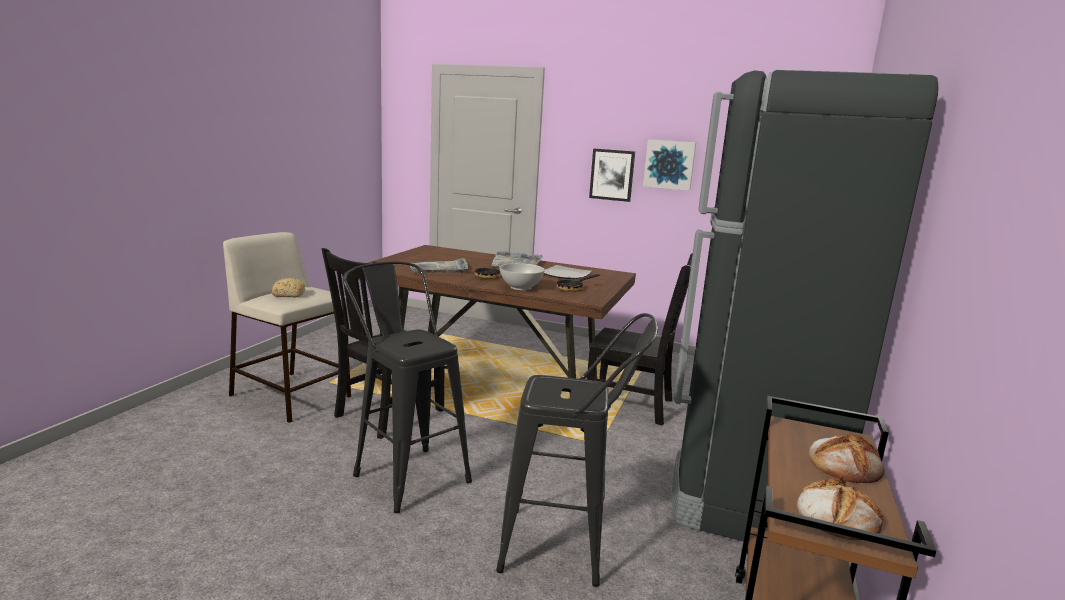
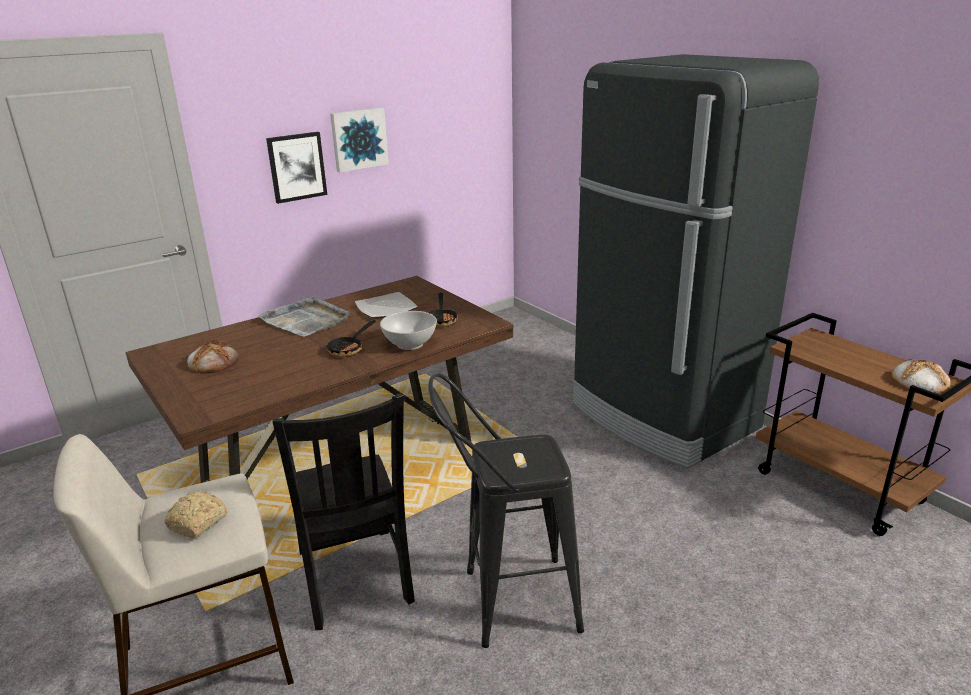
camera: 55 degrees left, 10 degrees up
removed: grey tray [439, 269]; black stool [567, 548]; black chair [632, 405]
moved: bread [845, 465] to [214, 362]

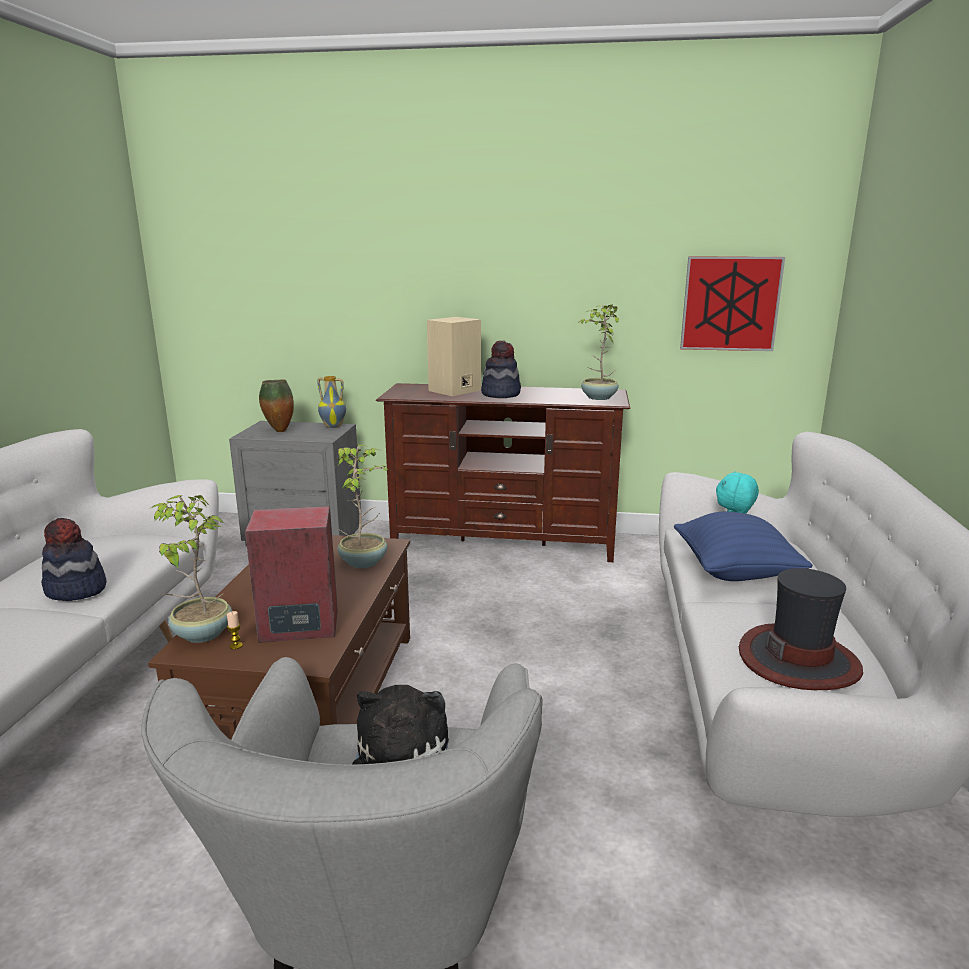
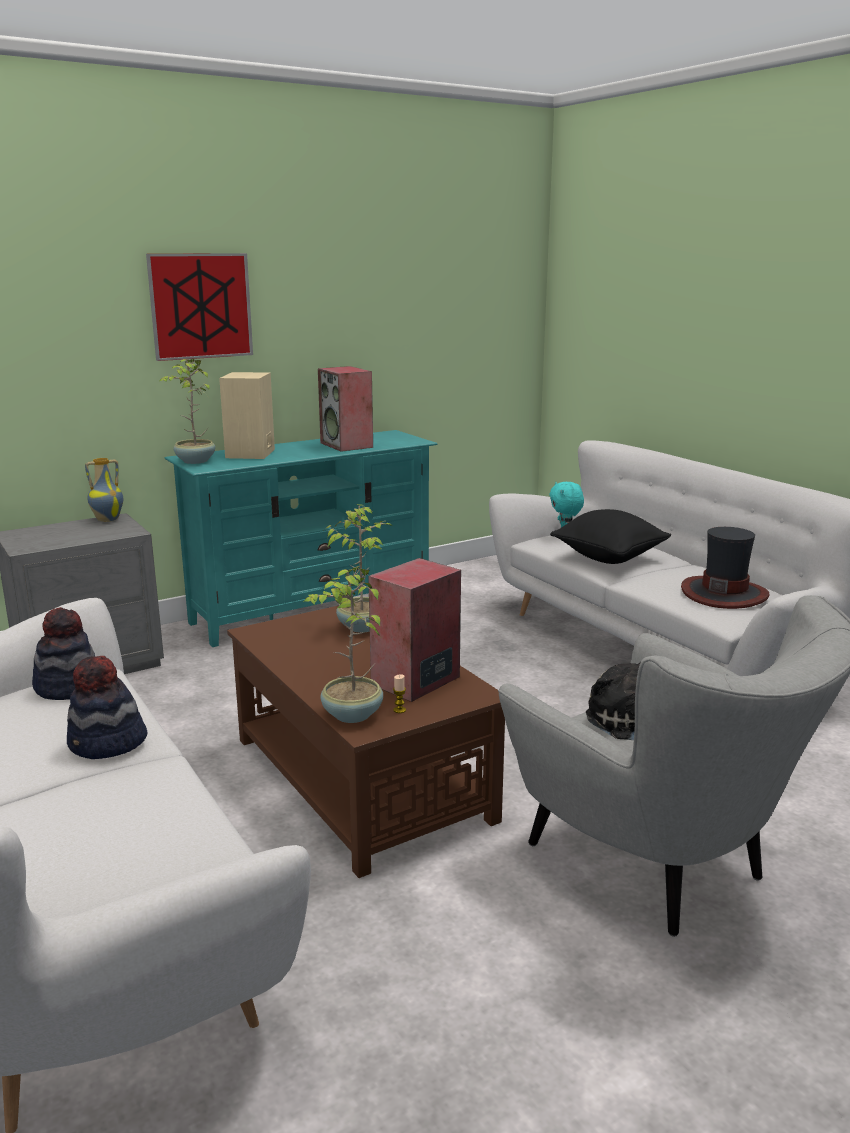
camera: 40 degrees left, 0 degrees up
removed: vase [279, 431]
added: speaker [347, 445]
moved: hat [501, 394] to [68, 687]; potted plant [598, 398] to [194, 461]; picture [730, 304] to [201, 306]
recoloured: brown tv stand [504, 542] to turquoise tv stand [312, 609]; blue pillow [735, 572] to black pillow [609, 558]

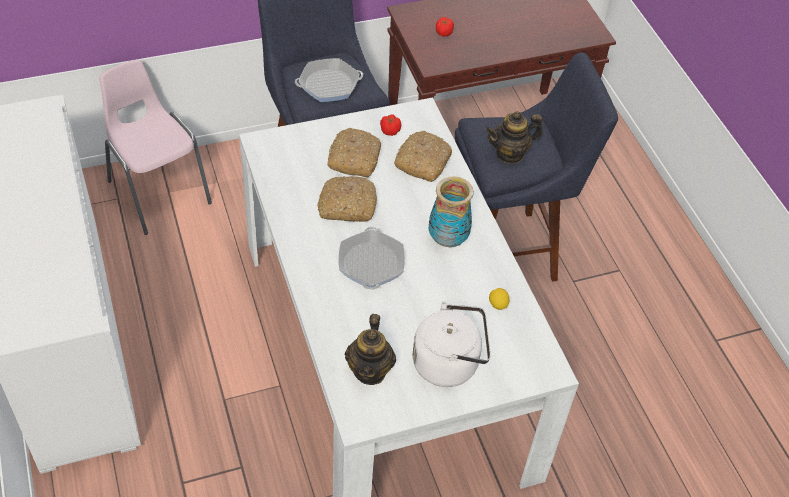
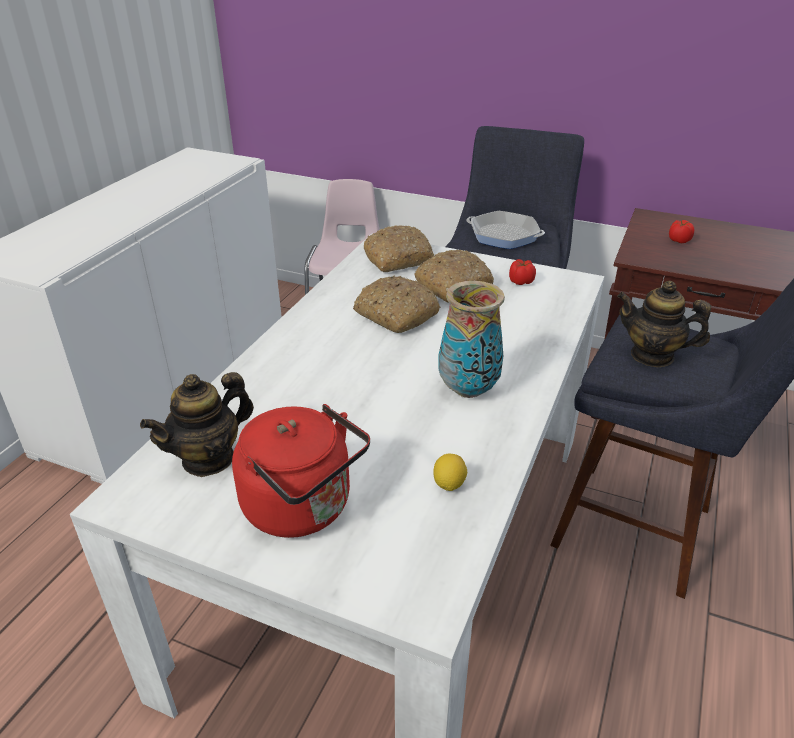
camera: 45 degrees right, 15 degrees down
removed: frying pan [371, 264]
moved: bread [422, 161] to [399, 259]
recoloured: white kettle [449, 363] to red kettle [303, 508]

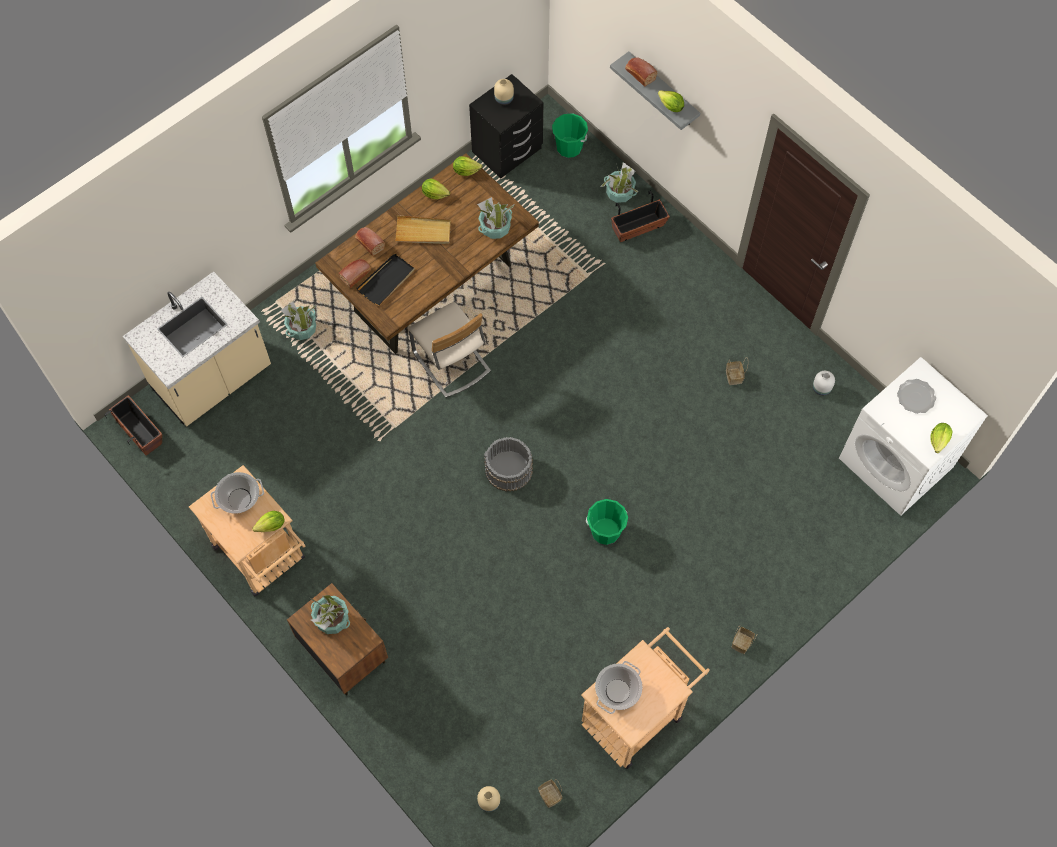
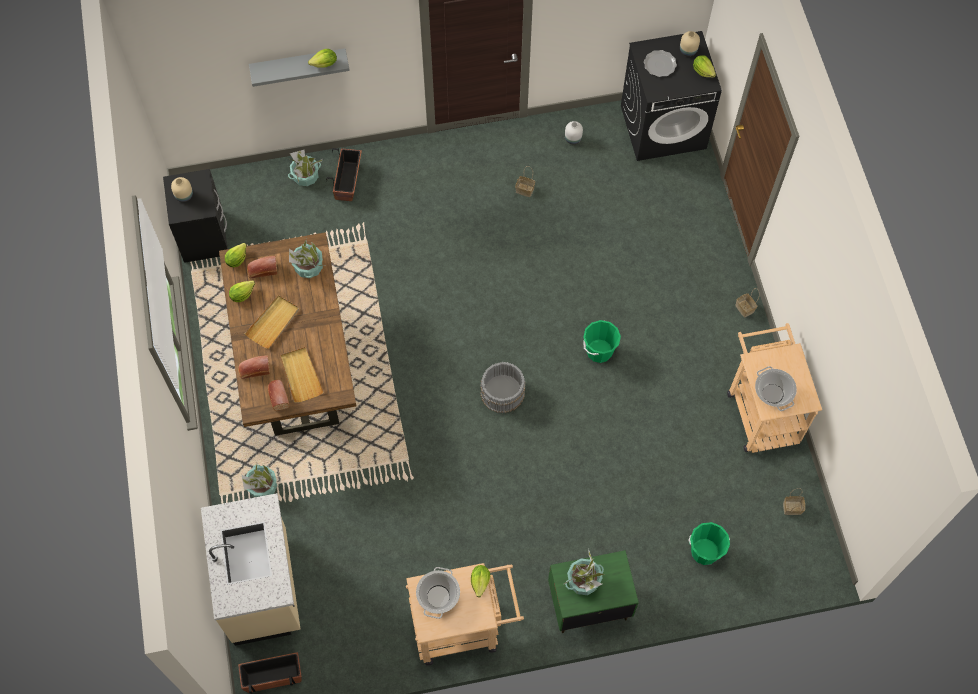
camera: 60 degrees left, 0 degrees up
removed: beige chair [451, 362]
moved: beige vase [488, 802] to [688, 51]; green bucket [569, 147] to [704, 551]; bread [639, 74] to [262, 271]
recoloured: brown nightstand [344, 652] to green nightstand [588, 603]; black tray [386, 280] to beige tray [301, 375]; white washing machine [896, 463] to black washing machine [663, 126]

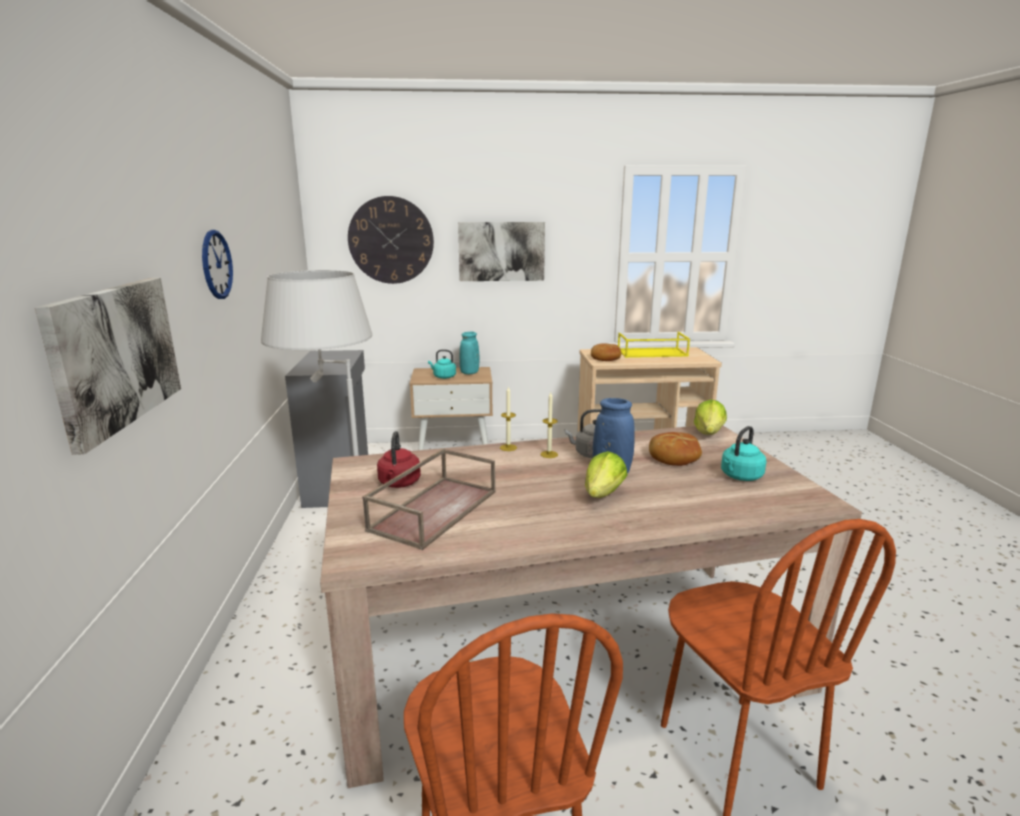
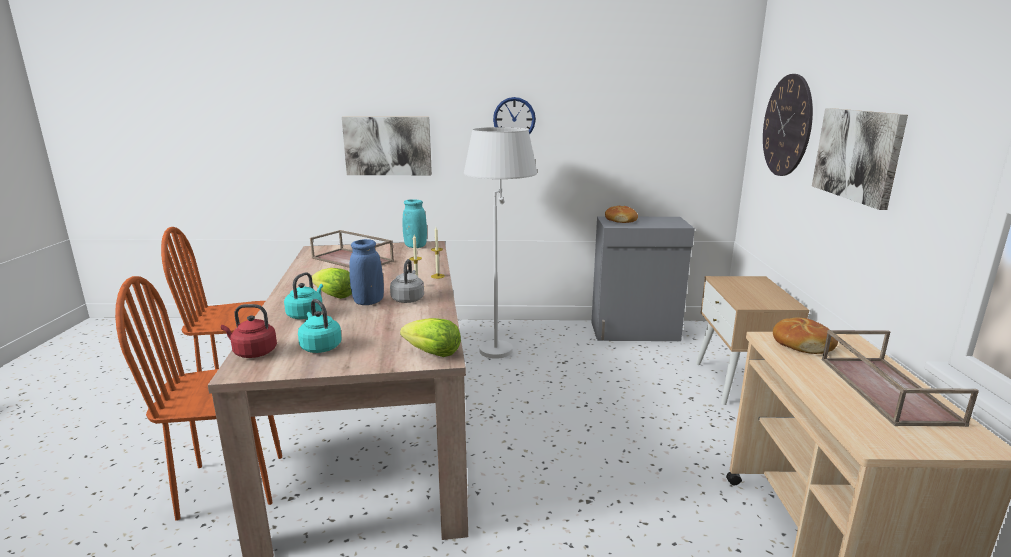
camera: 95 degrees right, 0 degrees up
moved: red kettle [399, 483] to [253, 352]; turquoise kettle [443, 377] to [306, 314]; turquoise vase [469, 373] to [415, 246]; bread [673, 457] to [620, 220]
recoloured: yellow tray [651, 353] to brown tray [884, 389]

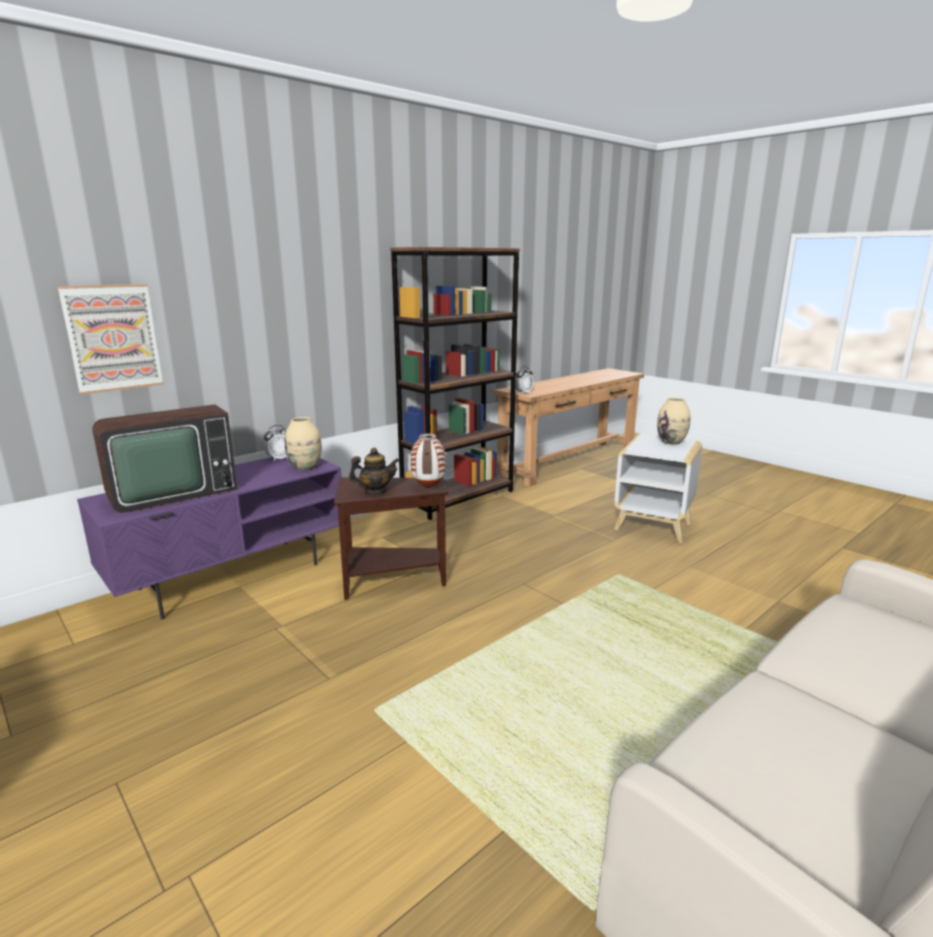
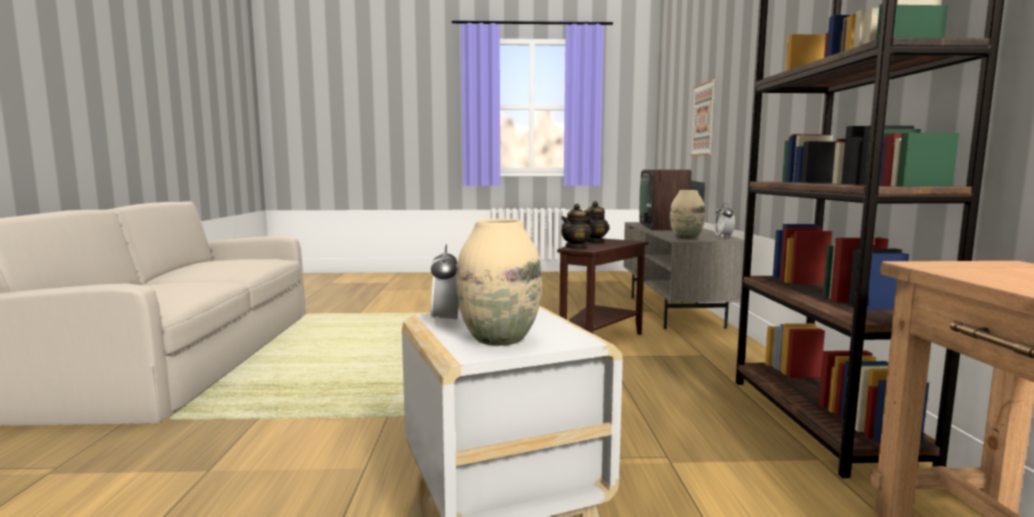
camera: 130 degrees right, 10 degrees down
moved: alarm clock [523, 393] to [446, 321]
replaced: vase [428, 487] to teapot [576, 247]
recoloured: purple tv stand [232, 575] to grey tv stand [675, 312]

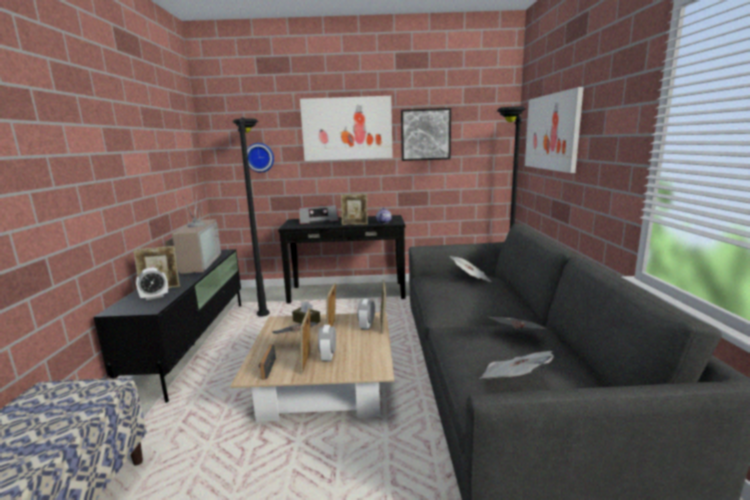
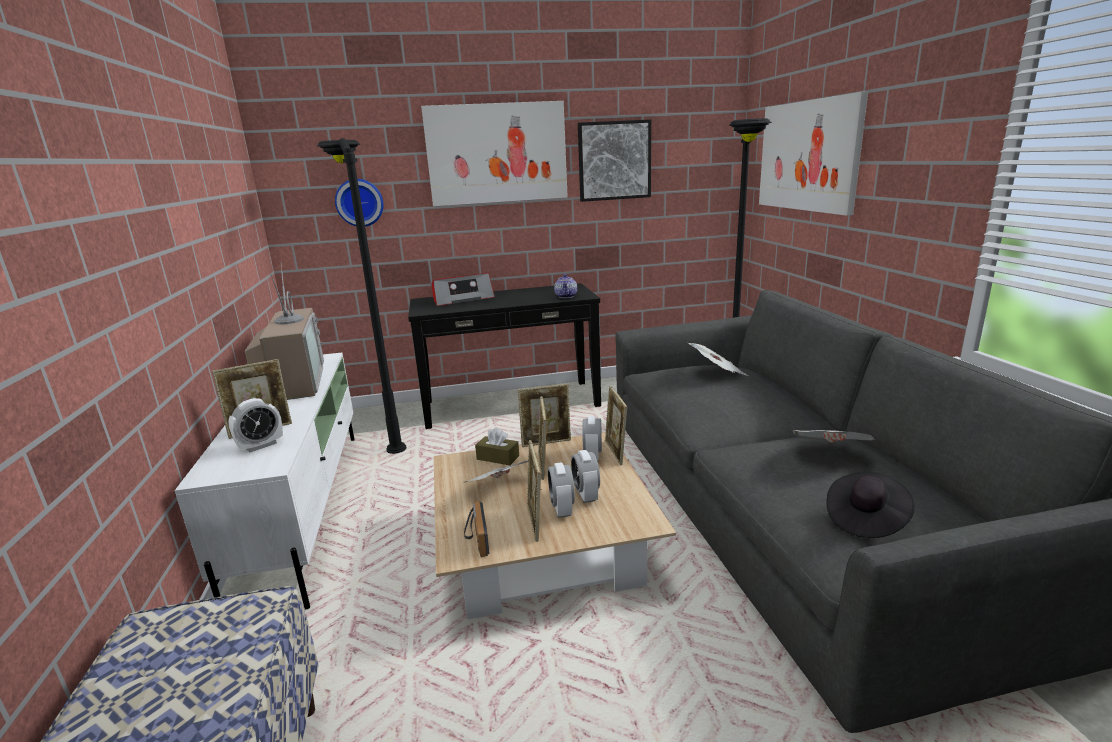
camera: 10 degrees left, 5 degrees up
added: alarm clock [586, 495]
moved: picture frame [355, 224] to [546, 442]
replaced: newspaper [513, 381] to black hat [865, 519]
recoloured: black tv stand [194, 344] to white tv stand [305, 509]

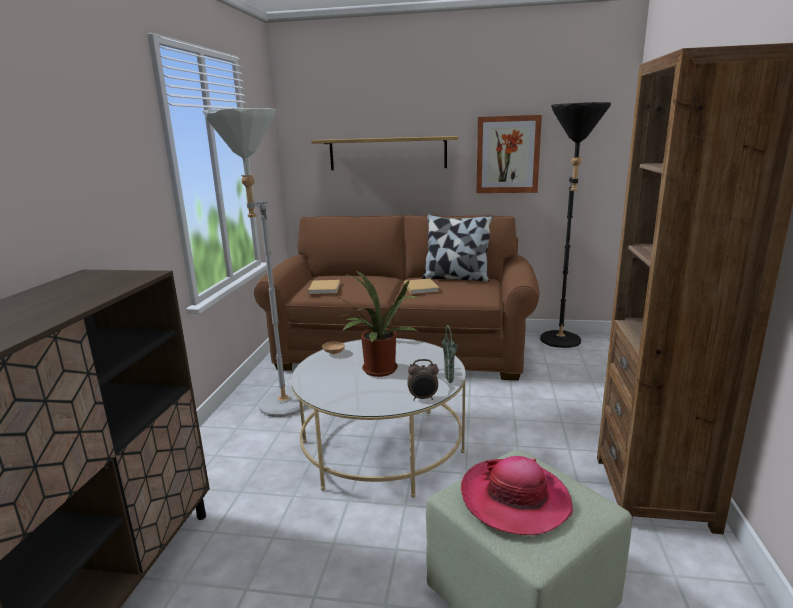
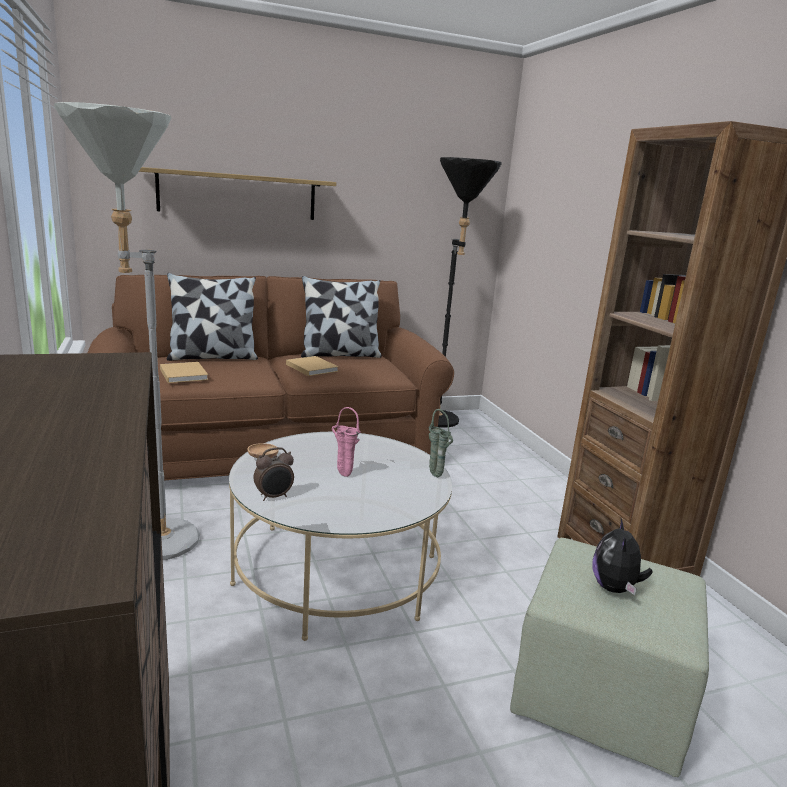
camera: 30 degrees left, 0 degrees up
removed: picture [507, 155]
added: pillow [213, 357]
moved: alarm clock [423, 398] to [274, 497]
replaced: potted plant [377, 371] to pink vase [342, 475]; hat [515, 499] to plush toy [615, 588]

